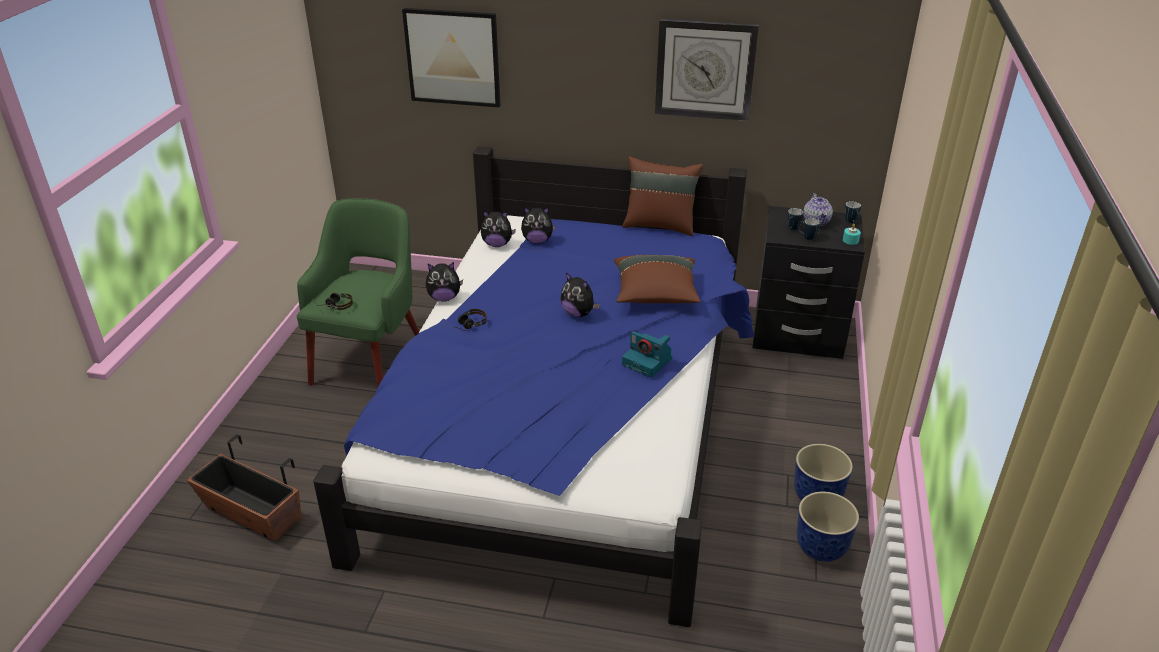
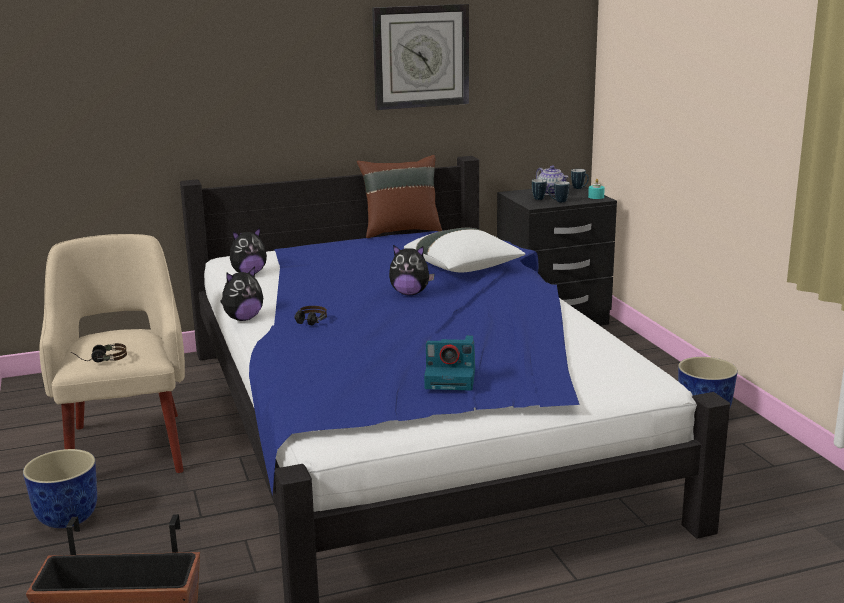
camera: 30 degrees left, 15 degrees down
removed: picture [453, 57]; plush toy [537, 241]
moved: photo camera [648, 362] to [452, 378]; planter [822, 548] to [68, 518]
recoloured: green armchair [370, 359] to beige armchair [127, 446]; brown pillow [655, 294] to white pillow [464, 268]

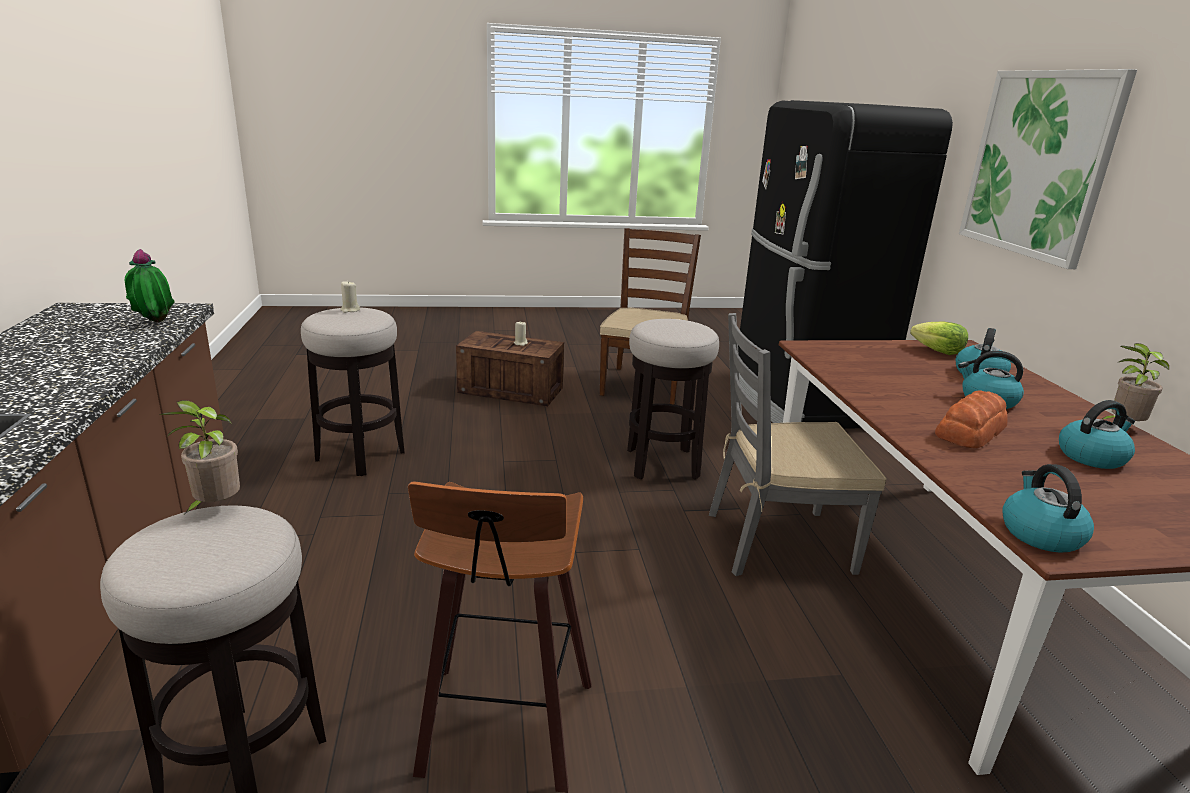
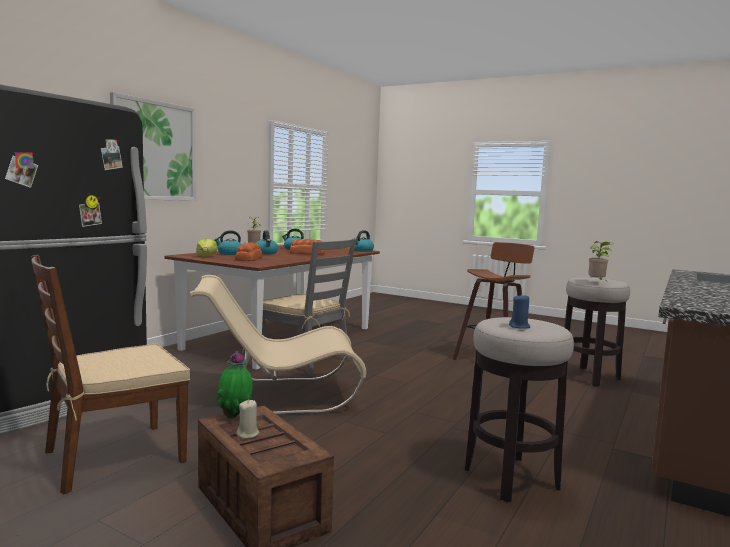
camera: 140 degrees left, 15 degrees down
added: bread [249, 259]
moved: potted plant [154, 323] to [235, 417]
replaced: stool [662, 463] to beige chair [278, 396]
recoloured: beige candle [350, 310] to blue candle [519, 326]

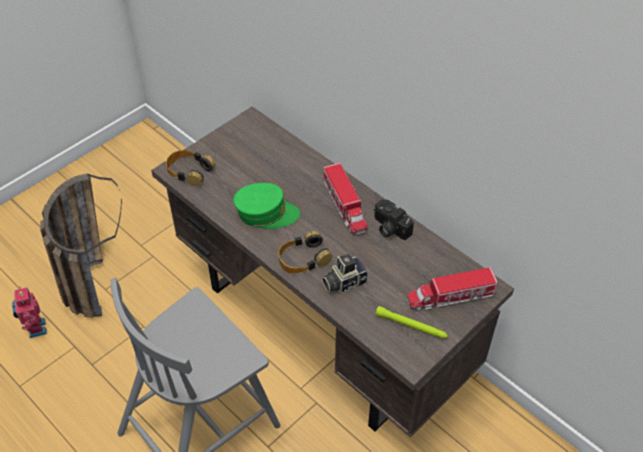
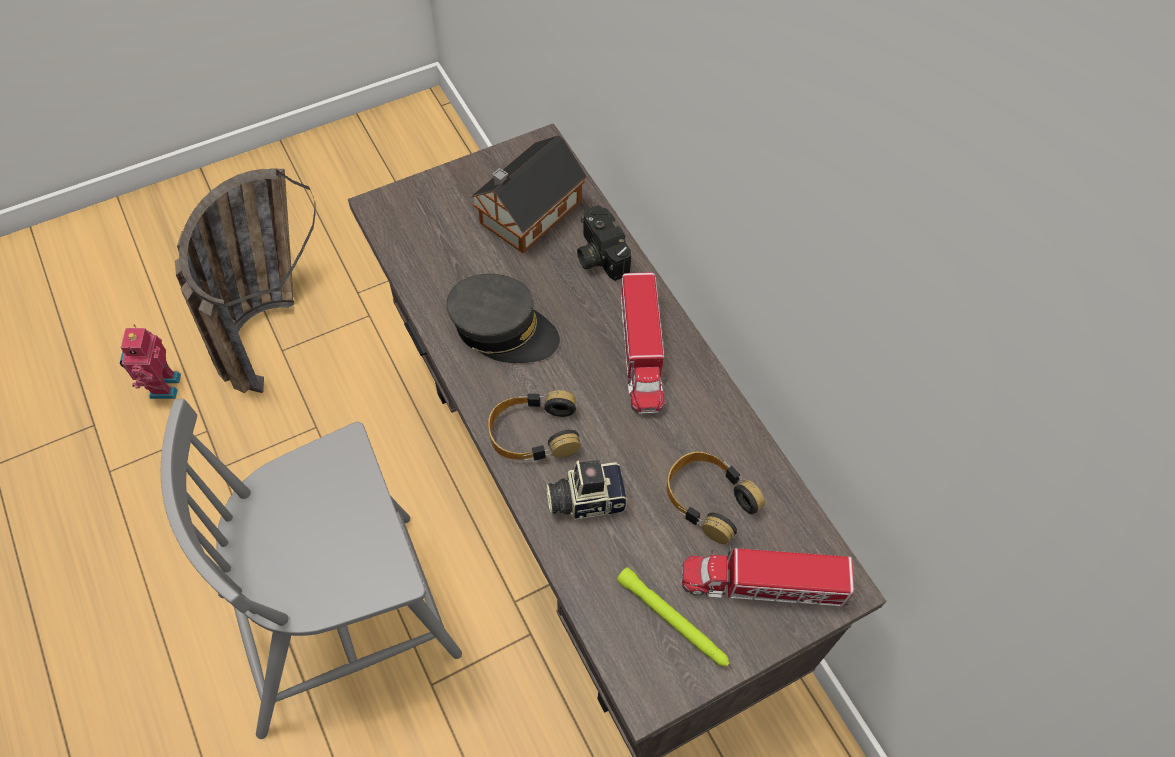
camera: 15 degrees right, 10 degrees up
added: toy house [526, 214]
moved: headphones [189, 171] to [708, 499]; photo camera [389, 228] to [598, 255]
recoloured: green cap [266, 213] to grey cap [503, 329]

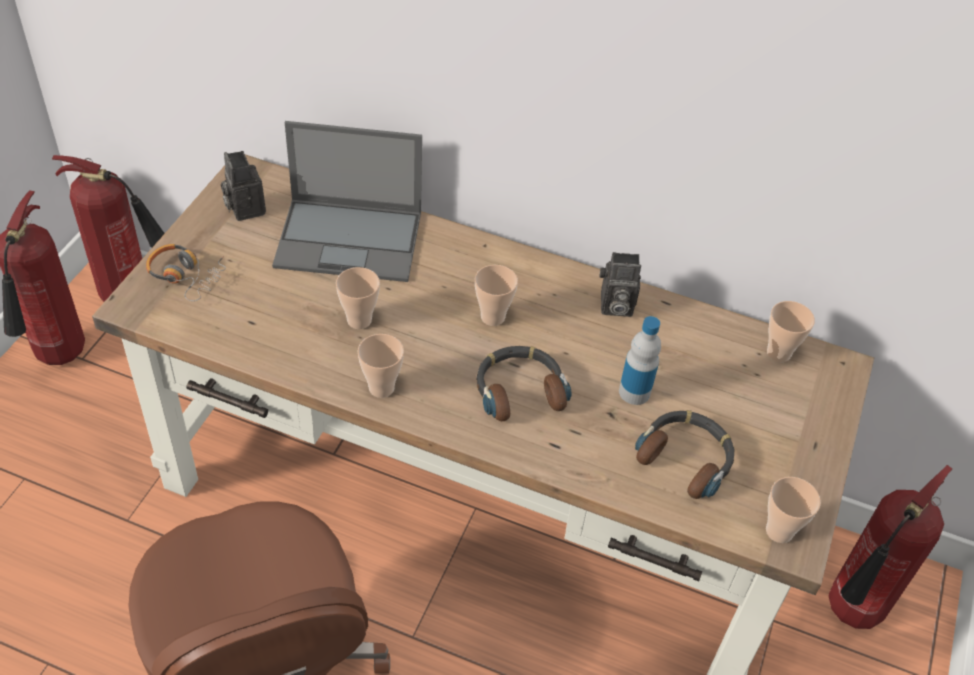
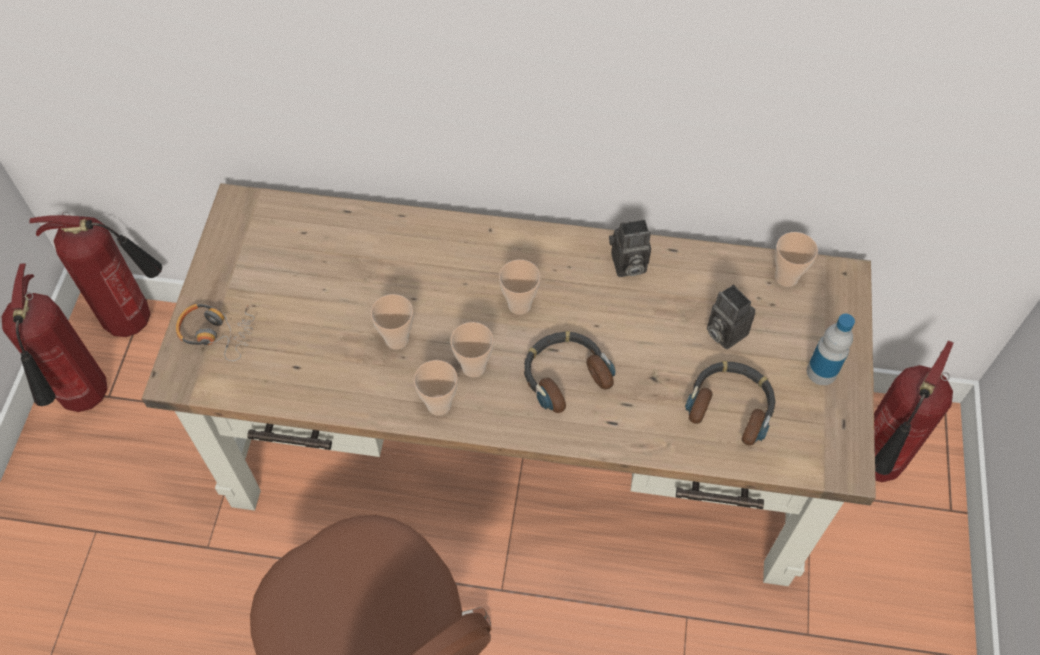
camera: 10 degrees left, 10 degrees up
removed: laptop [351, 239]
moved: photo camera [244, 207] to [723, 331]; bottle [634, 392] to [821, 372]; cup [779, 531] to [473, 367]

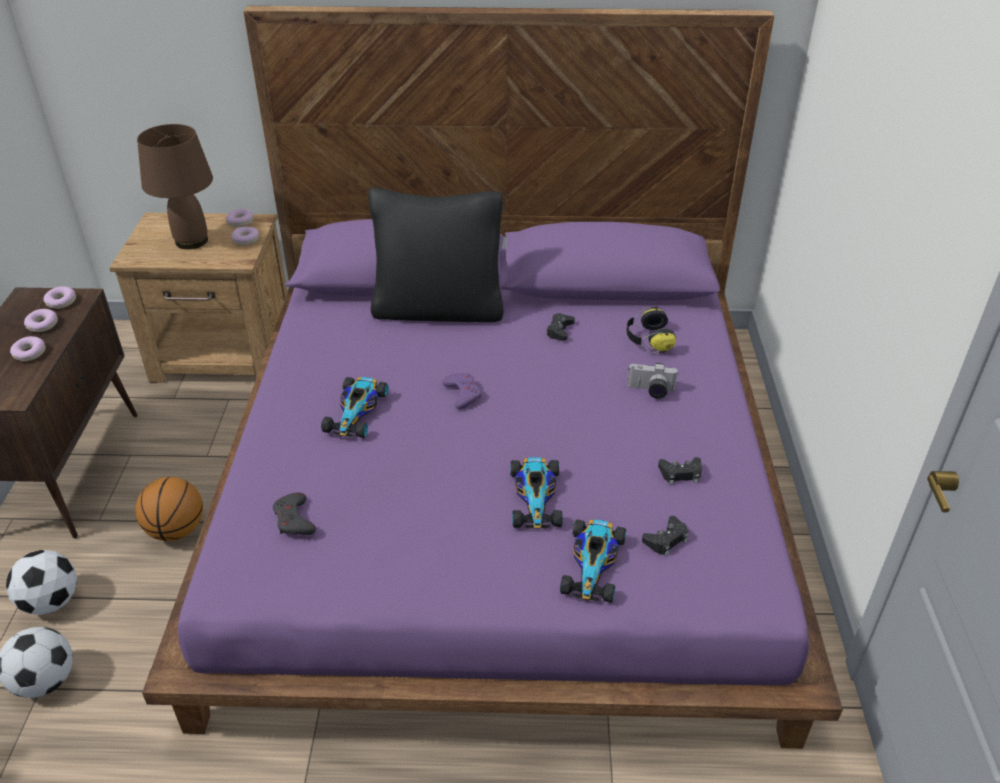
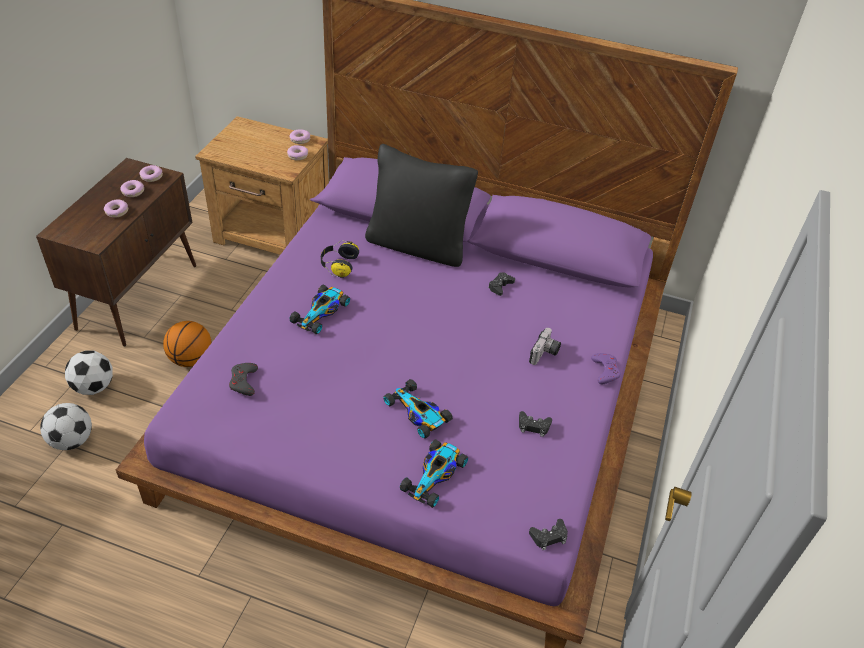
camera: 15 degrees right, 5 degrees up
removed: brown table lamp [192, 241]
moved: purple game controller [463, 393] to [605, 371]; headphones [648, 340] to [338, 265]; black game controller [666, 540] to [549, 536]
turned: toy car [535, 497] = [418, 413] 120 degrees clockwise; photo camera [650, 391] = [545, 354] 90 degrees counterclockwise

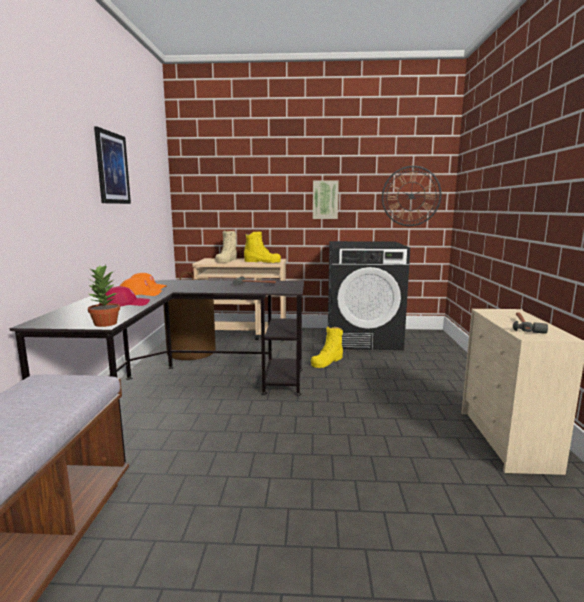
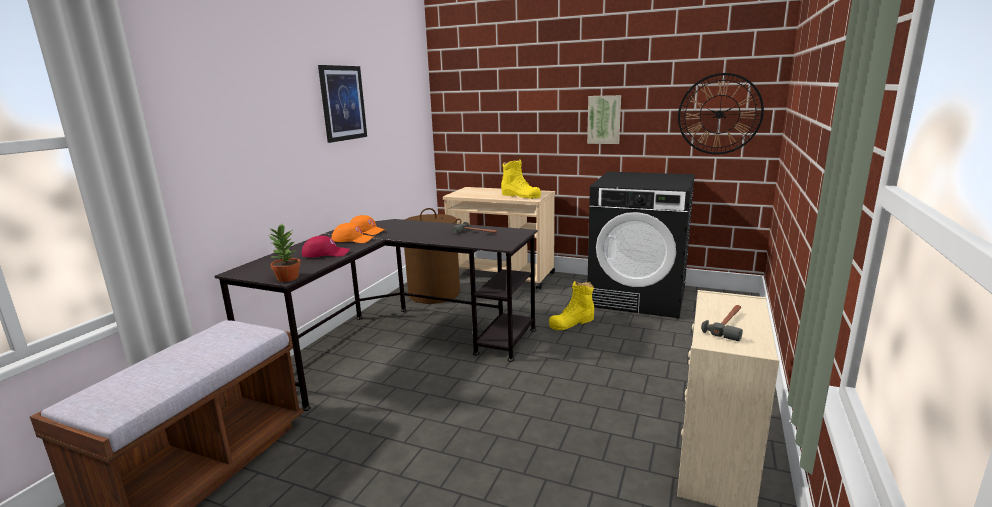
camera: 20 degrees right, 5 degrees up
removed: beige boot [226, 260]

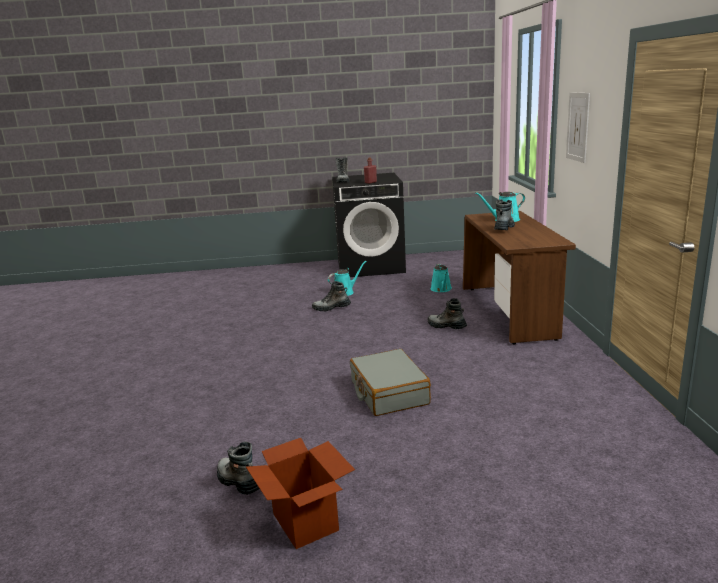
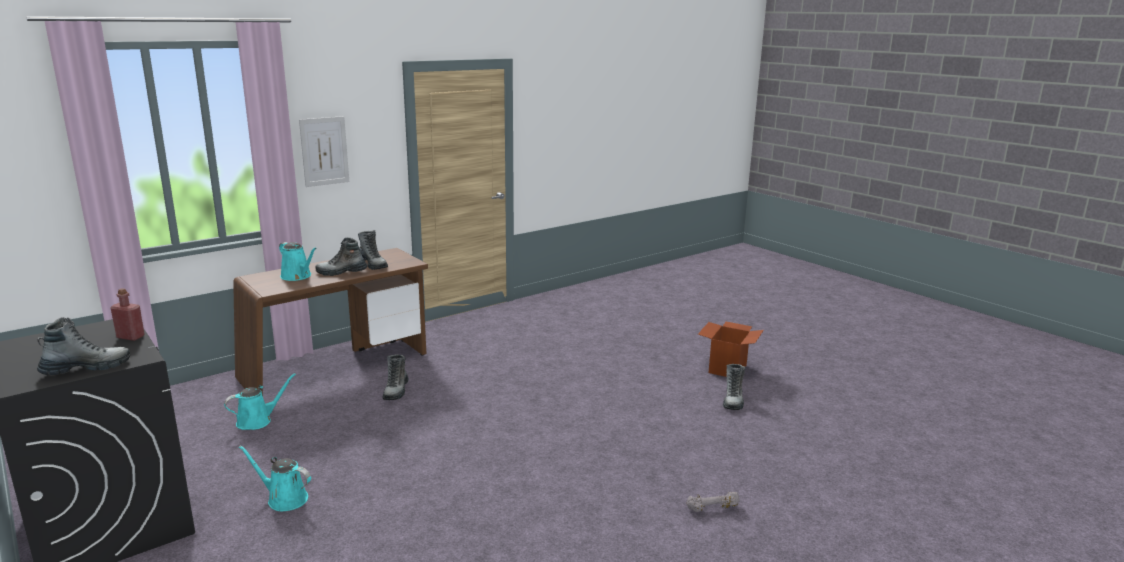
camera: 125 degrees left, 0 degrees up
removed: grey suitcase [388, 393]
added: grey dumbbell [712, 509]
moved: boot [331, 308] to [373, 264]

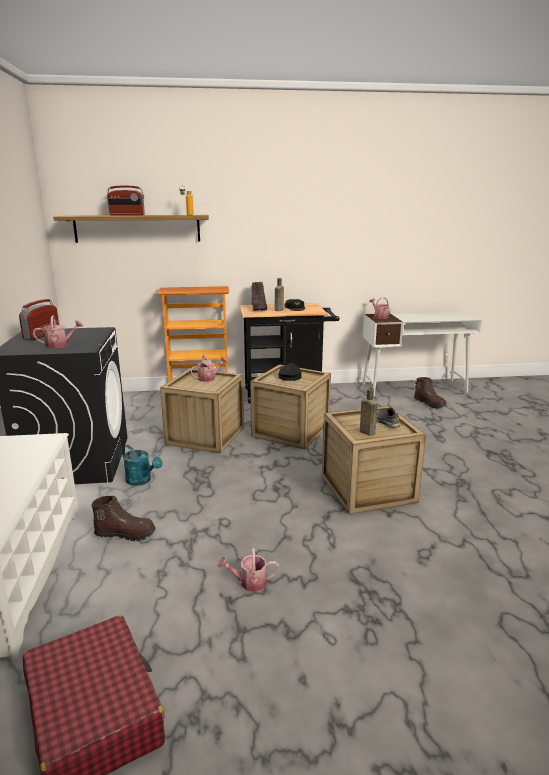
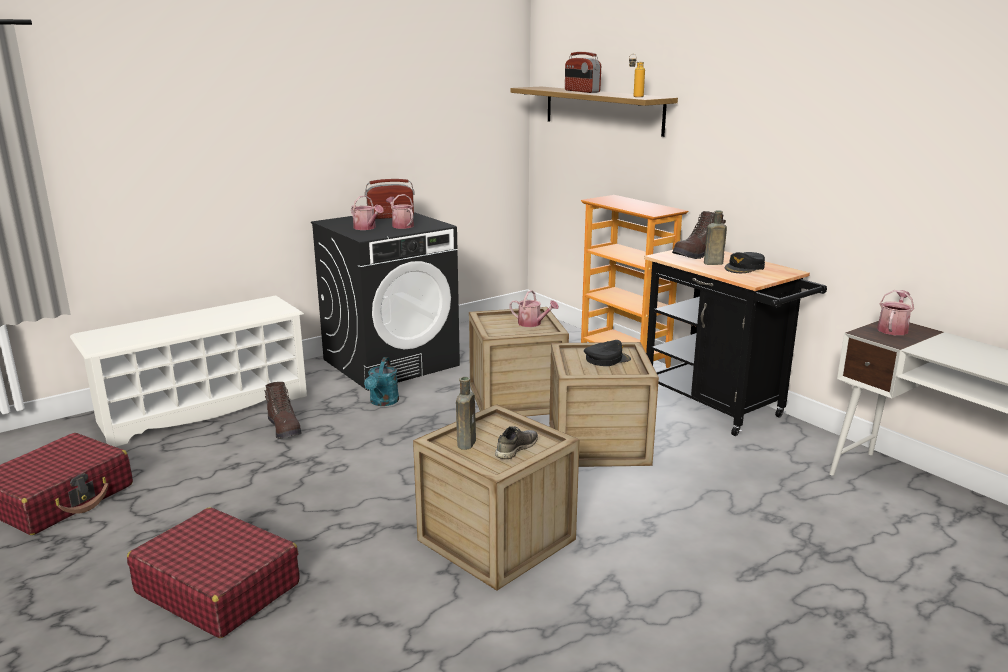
camera: 60 degrees right, 0 degrees up
removed: brown boot [429, 404]
added: red suitcase [218, 587]
moved: watering can [249, 582] to [401, 225]

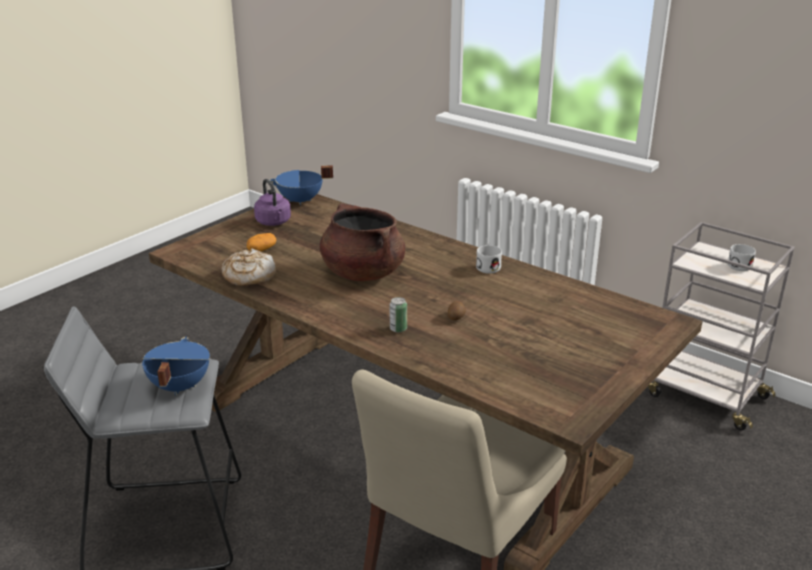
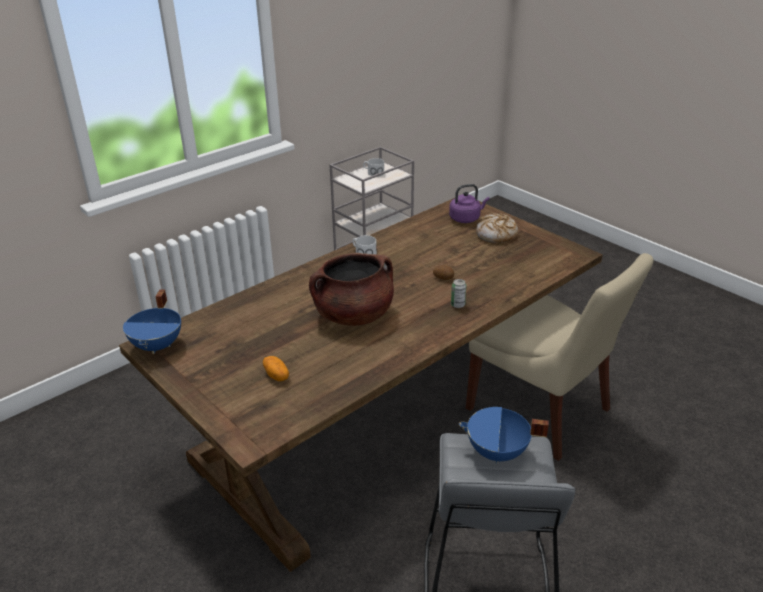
camera: 80 degrees left, 5 degrees up
moved: bread [248, 276] to [496, 234]; purple kettle [274, 222] to [466, 218]

